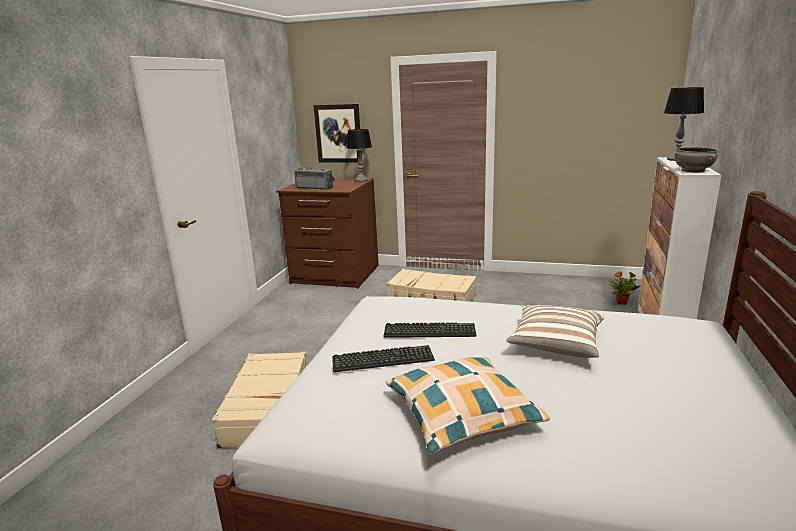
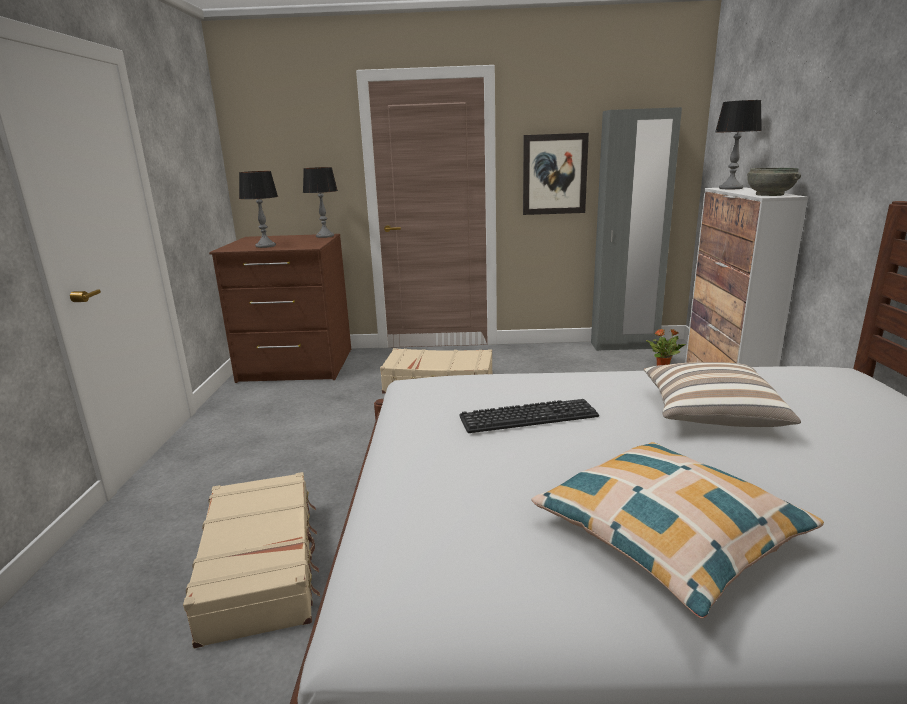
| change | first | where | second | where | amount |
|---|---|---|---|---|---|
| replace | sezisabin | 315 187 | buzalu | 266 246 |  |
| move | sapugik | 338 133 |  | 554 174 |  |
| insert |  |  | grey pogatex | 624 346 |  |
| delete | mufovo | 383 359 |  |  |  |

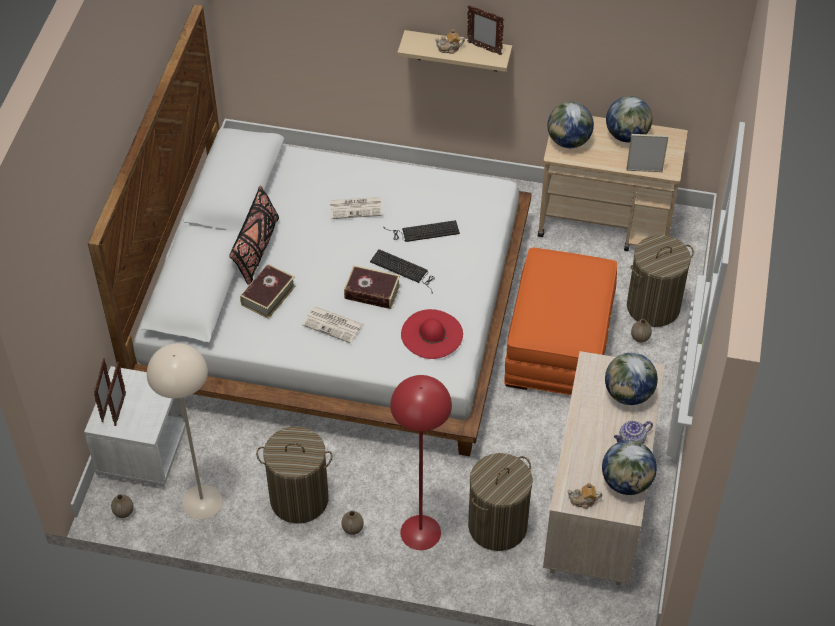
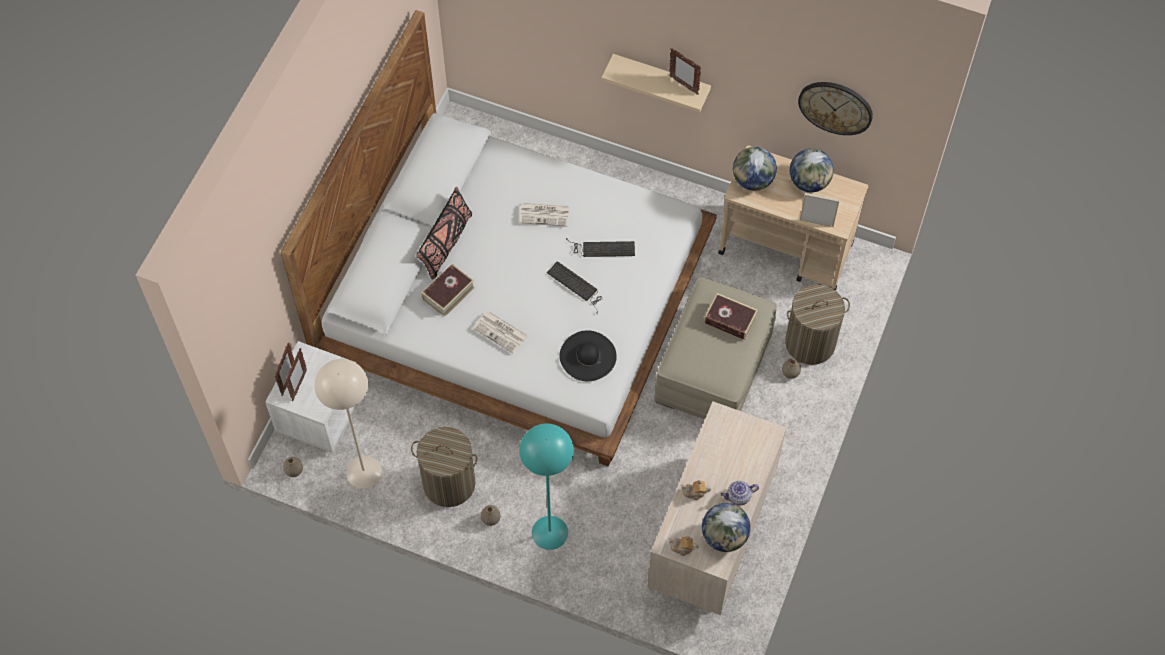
| change | first | where | second | where | amount |
|---|---|---|---|---|---|
| recolor | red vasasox | 420 532 | turquoise vasasox | 549 533 |  |
| recolor | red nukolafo | 431 334 | black nukolafo | 587 356 |  |
| recolor | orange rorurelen | 558 344 | beige rorurelen | 713 367 |  |
| move | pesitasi | 449 48 |  | 694 493 |  |
| move | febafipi | 372 292 |  | 730 320 |  |
| insert |  |  | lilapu | 835 107 |  |
| delete | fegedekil | 497 526 |  |  |  |
| delete | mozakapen | 628 394 |  |  |  |

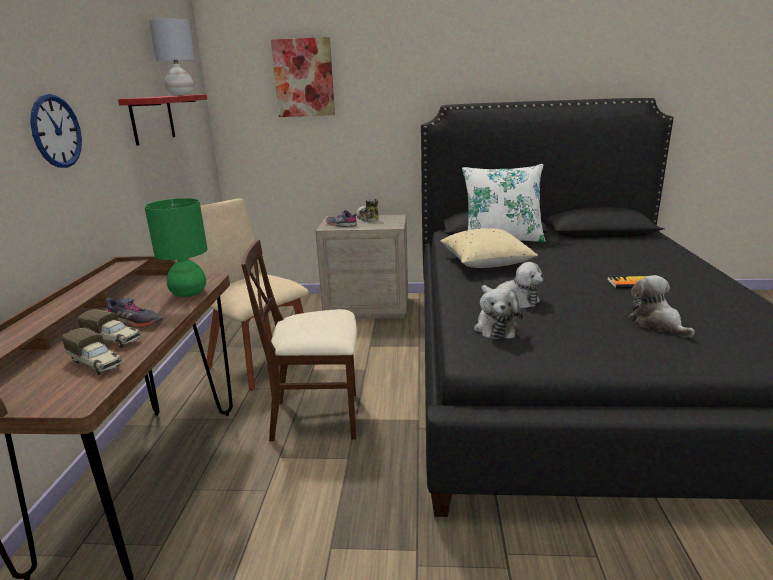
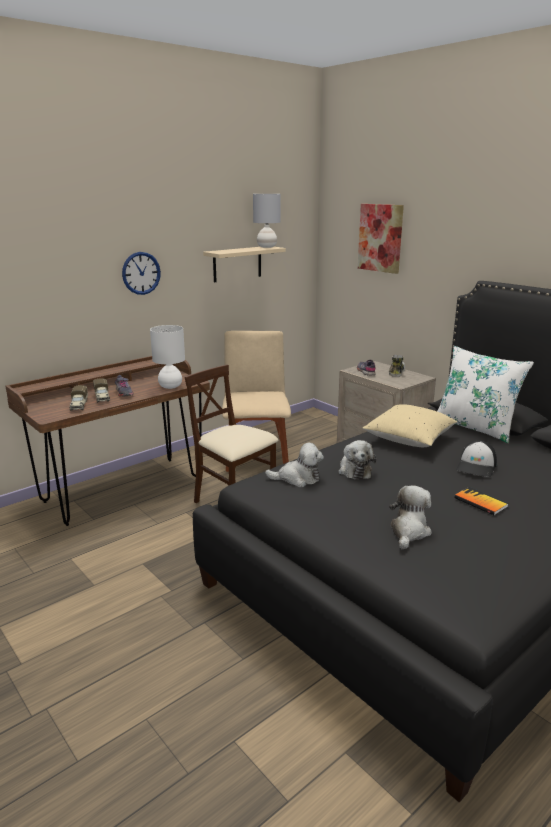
| change | first | where | second | where | amount |
|---|---|---|---|---|---|
| recolor | green buzalu | 189 293 | white buzalu | 171 386 |  |
| recolor | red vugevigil | 152 119 | beige vugevigil | 237 264 |  |
| rotate | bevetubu | 495 328 |  | 297 478 | 135 degrees counterclockwise |
| insert |  |  | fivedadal | 477 466 |  |

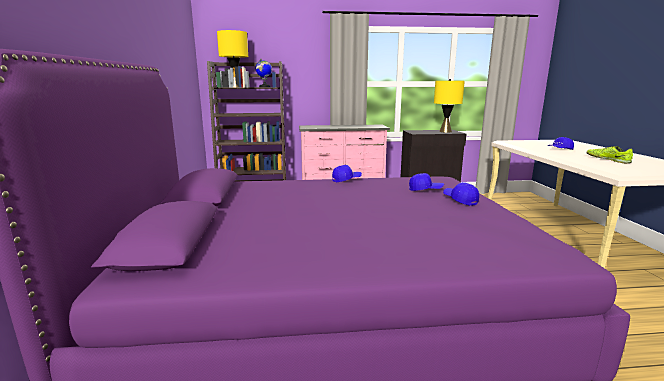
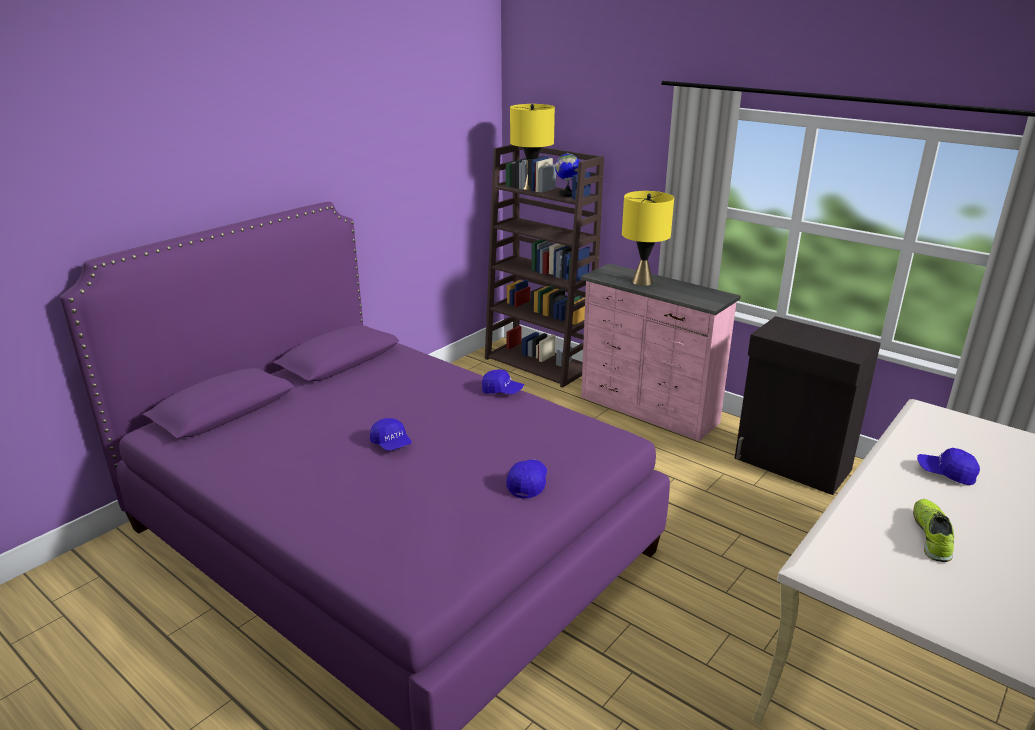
| change | first | where | second | where | amount |
|---|---|---|---|---|---|
| move | blue fivedadal | 425 190 |  | 391 444 |  |
| move | yellow buzalu | 445 131 |  | 642 282 |  |

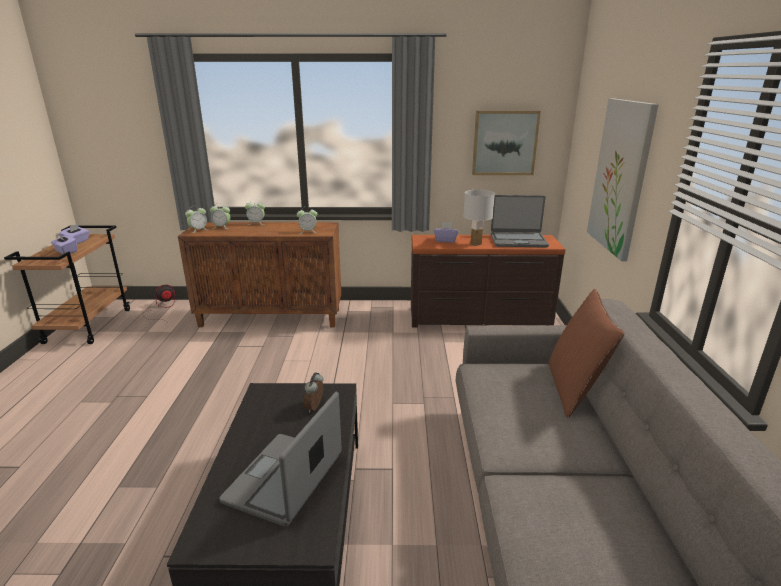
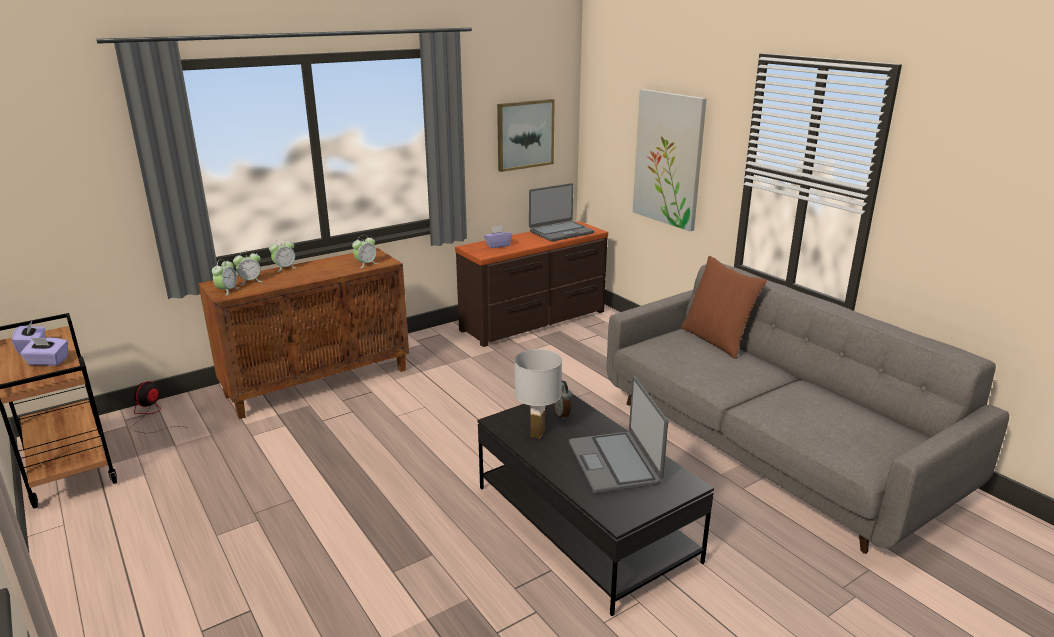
| change | first | where | second | where | amount |
|---|---|---|---|---|---|
| move | white buzalu | 476 244 |  | 537 433 |  |

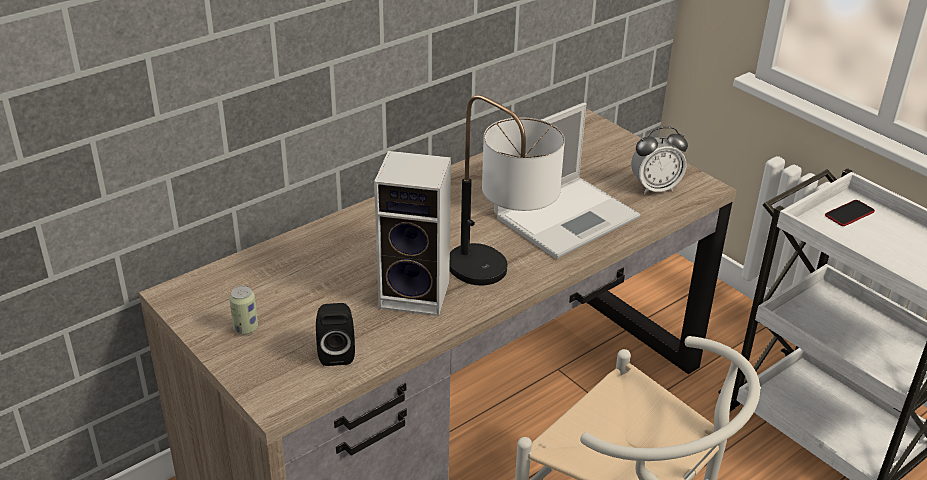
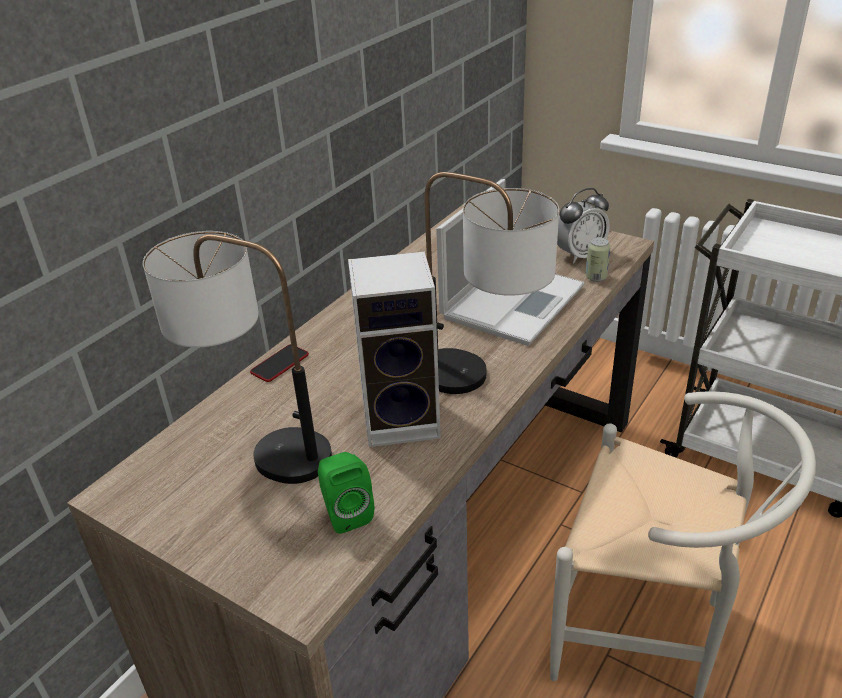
| change | first | where | second | where | amount |
|---|---|---|---|---|---|
| insert |  |  | buzalu | 260 447 |  |
| move | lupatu | 849 214 |  | 280 364 |  |
| recolor | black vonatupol | 336 352 | green vonatupol | 346 513 |  |
| move | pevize | 246 328 |  | 596 277 |  |

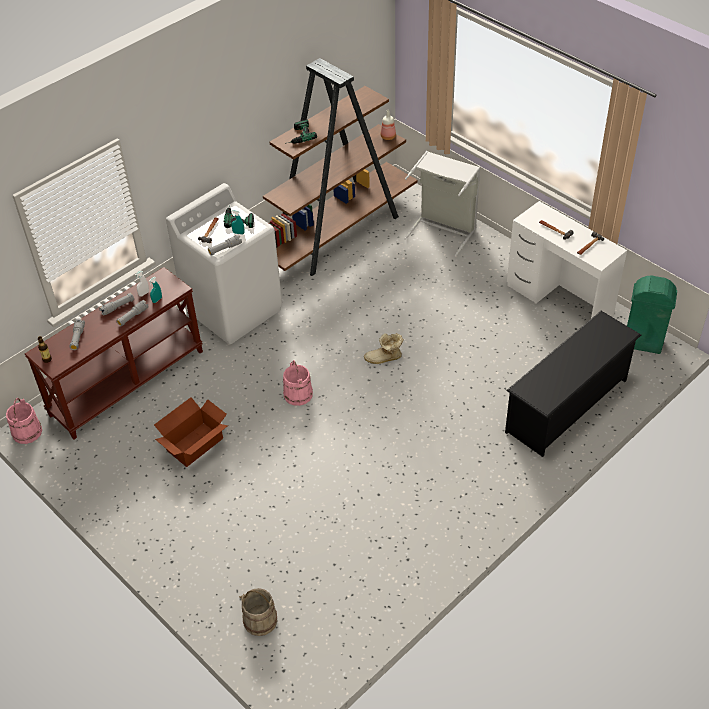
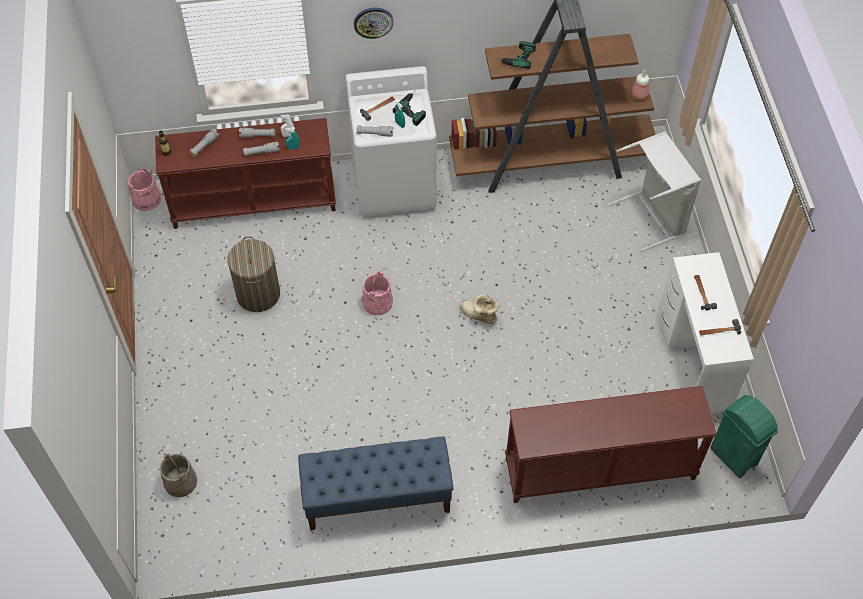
| change | first | where | second | where | amount |
|---|---|---|---|---|---|
| replace | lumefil | 194 444 | fegedekil | 258 294 |  |
| insert |  |  | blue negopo | 377 497 |  |
| insert |  |  | lilapu | 373 22 |  |
| replace | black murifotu | 567 406 | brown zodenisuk | 599 470 |  |

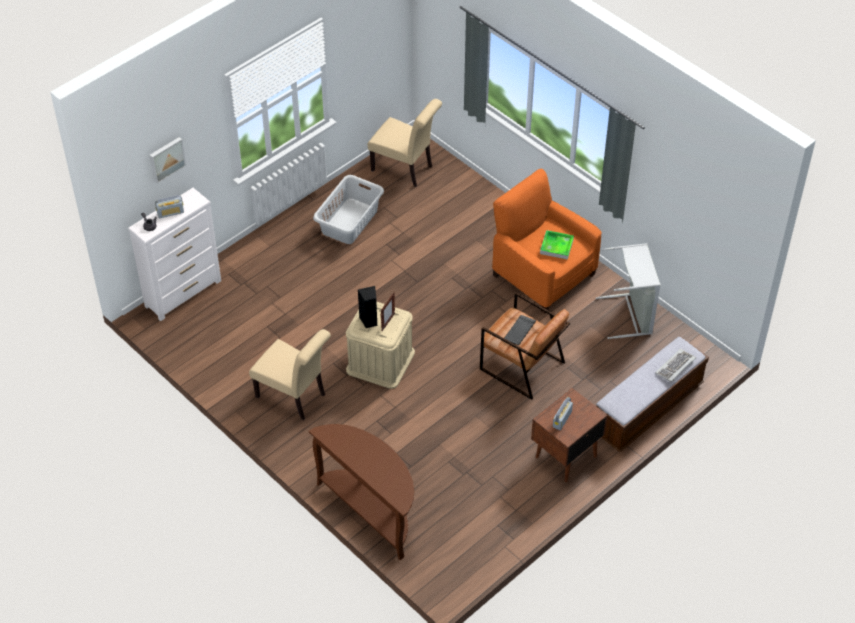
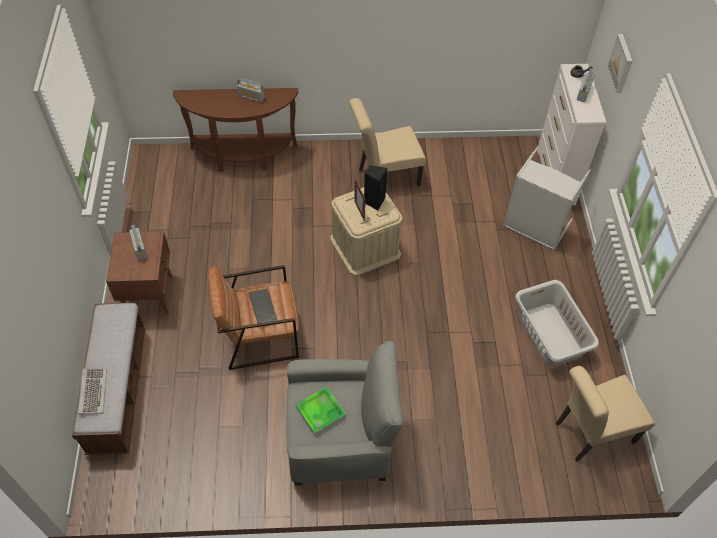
| change | first | where | second | where | amount |
|---|---|---|---|---|---|
| insert |  |  | sezisabin | 252 97 |  |
| recolor | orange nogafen | 542 274 | grey nogafen | 340 439 |  |
| move | grey fegedekil | 630 315 |  | 534 228 |  |

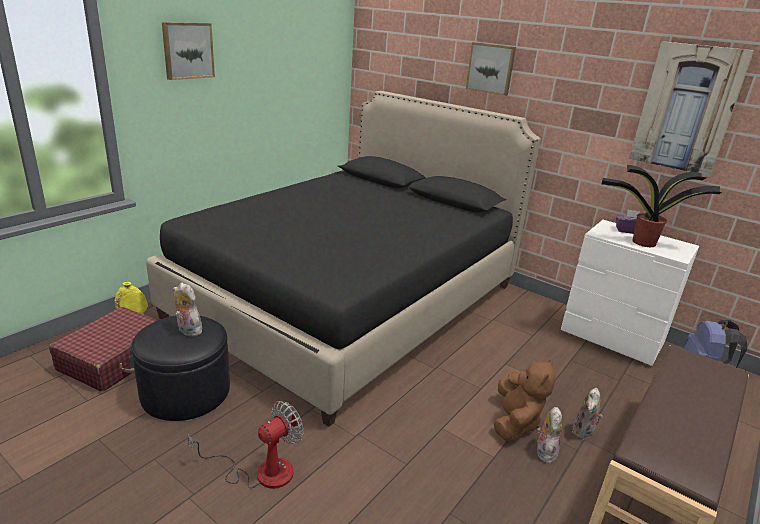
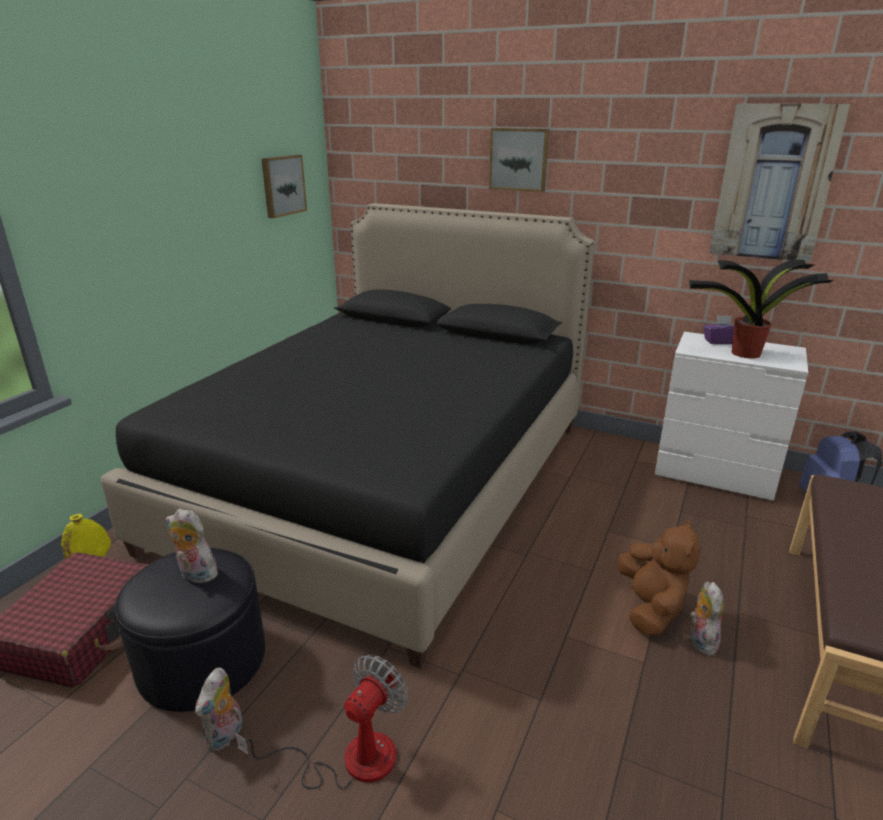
| change | first | where | second | where | amount |
|---|---|---|---|---|---|
| move | bevetubu | 584 432 |  | 226 736 |  |
| move | sapugik | 187 50 |  | 282 185 |  |

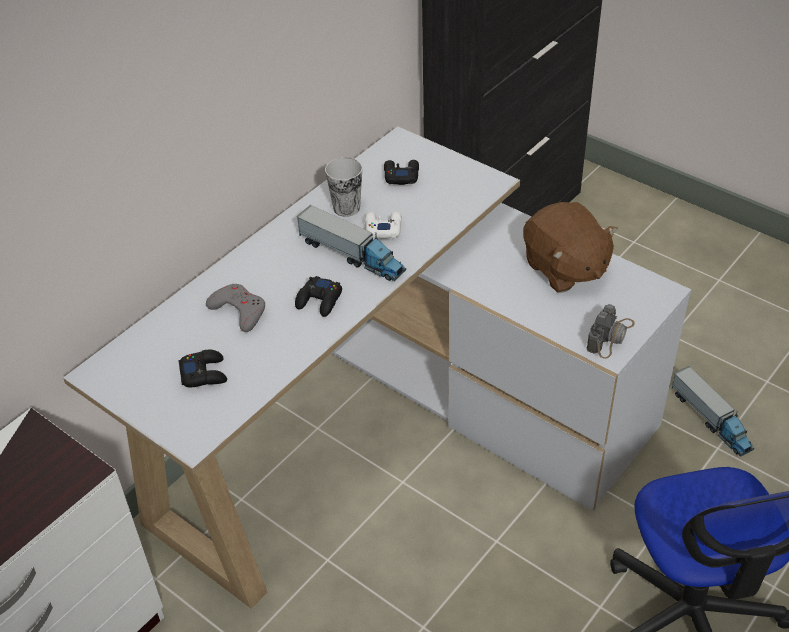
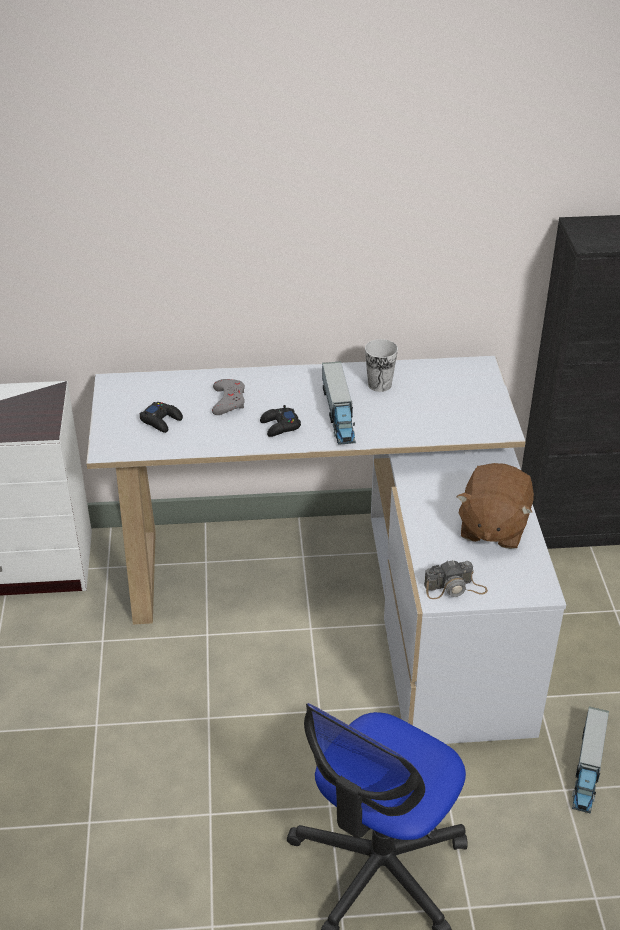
| change | first | where | second | where | amount |
|---|---|---|---|---|---|
| delete | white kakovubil | 383 228 |  |  |  |
| delete | black kakovubil | 401 175 |  |  |  |

